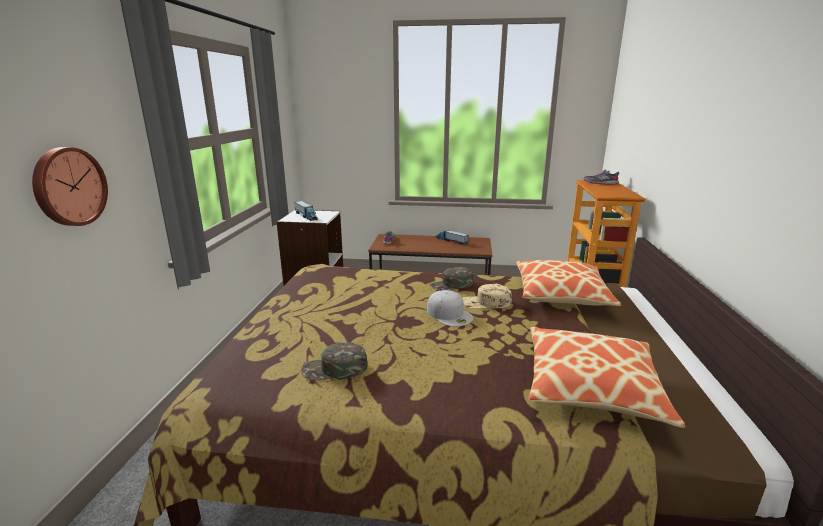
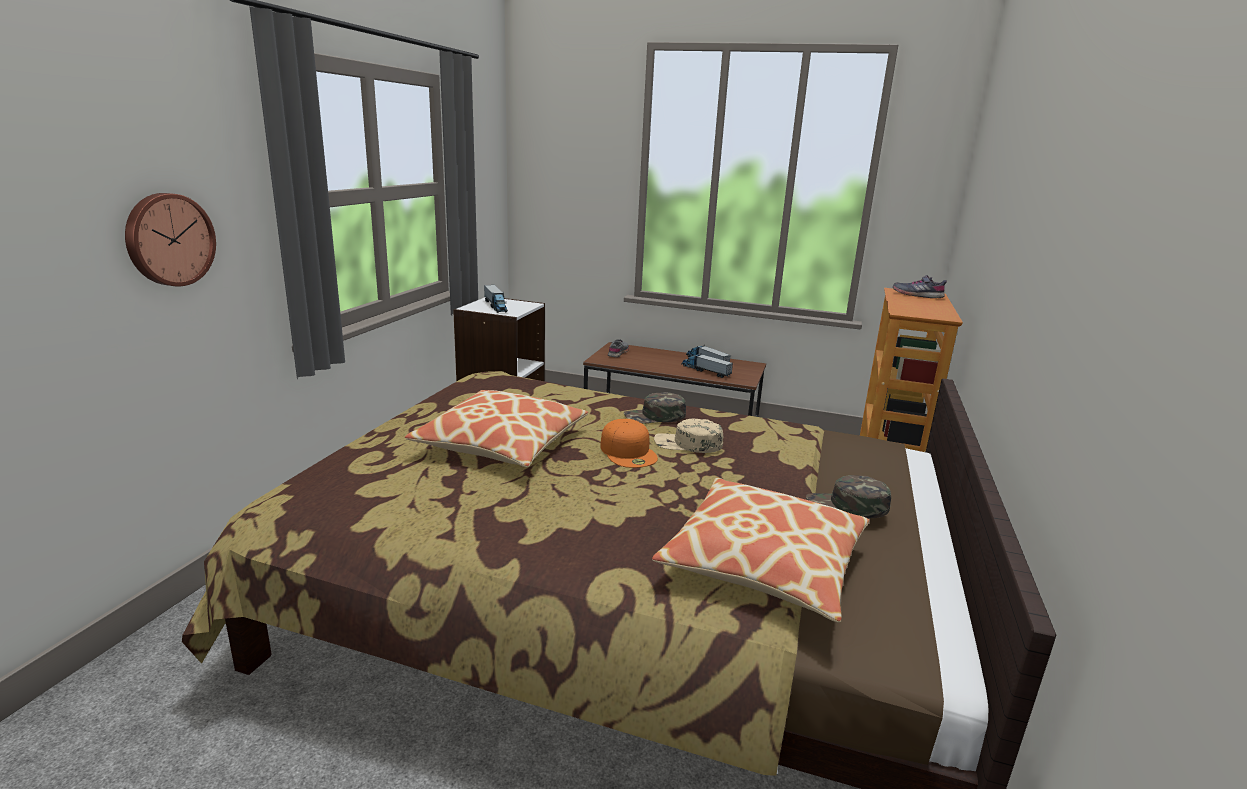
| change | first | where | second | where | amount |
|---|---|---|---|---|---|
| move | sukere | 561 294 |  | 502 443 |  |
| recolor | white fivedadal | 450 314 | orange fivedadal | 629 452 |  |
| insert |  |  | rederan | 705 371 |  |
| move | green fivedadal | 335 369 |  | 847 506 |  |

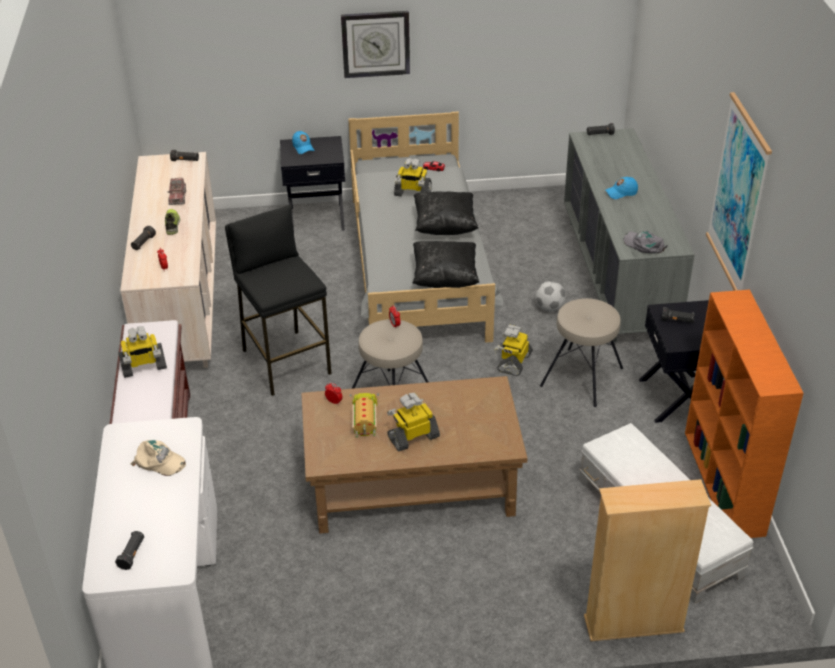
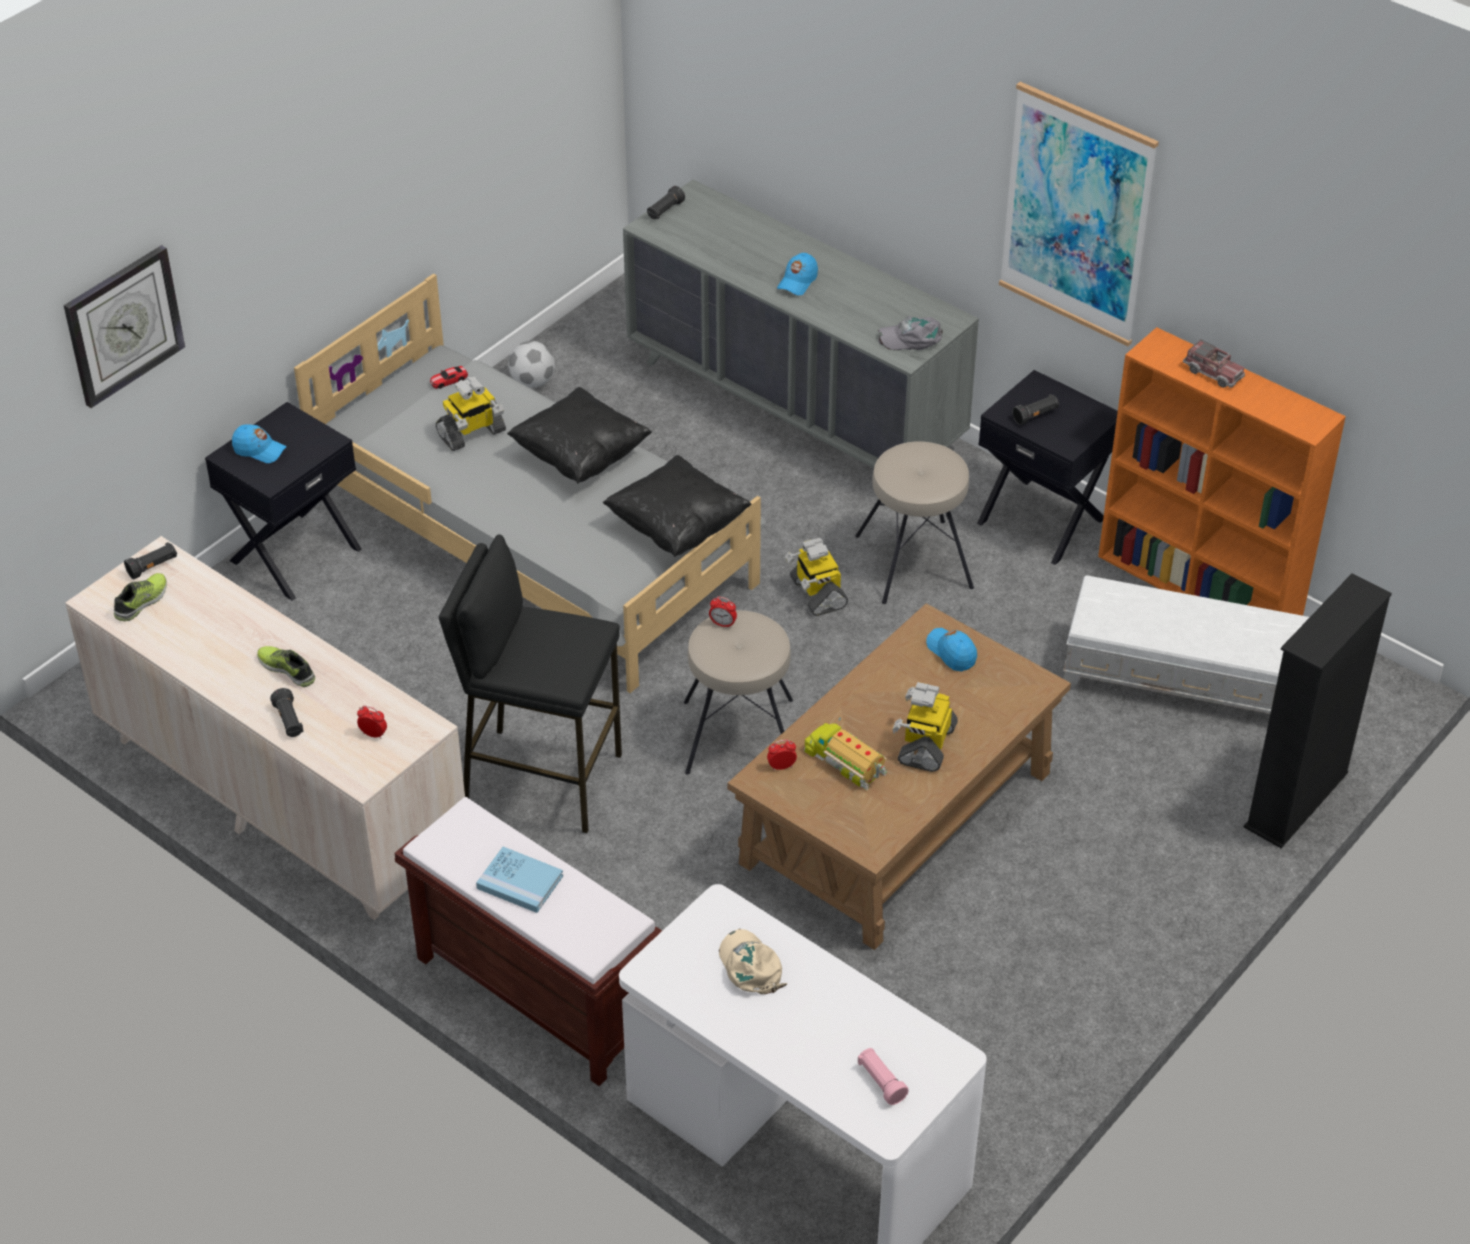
| change | first | where | second | where | amount |
|---|---|---|---|---|---|
| move | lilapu | 375 44 |  | 123 325 |  |
| insert |  |  | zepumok | 142 602 |  |
| replace | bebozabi | 143 367 | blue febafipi | 520 882 |  |
| move | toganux | 549 308 |  | 532 382 |  |
| rotate | beige fivedadal | 159 462 |  | 750 966 | 90 degrees counterclockwise |
| recolor | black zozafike | 132 554 | pink zozafike | 881 1082 |  |
| insert |  |  | blue fivedadal | 951 652 |  |
| move | rederan | 177 197 |  | 1213 373 |  |
| recolor | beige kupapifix | 633 624 | black kupapifix | 1296 800 |  |

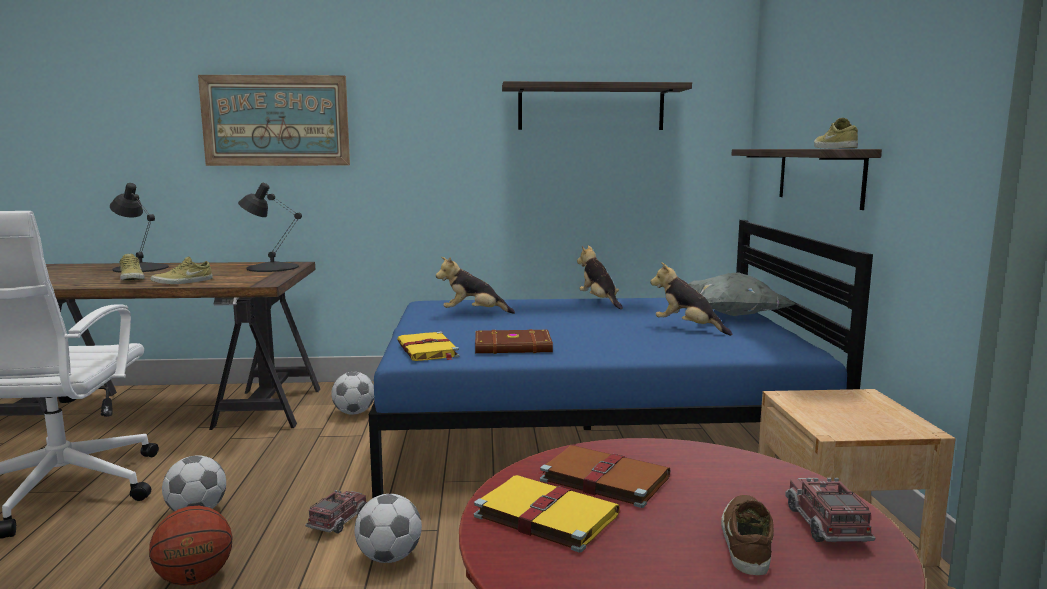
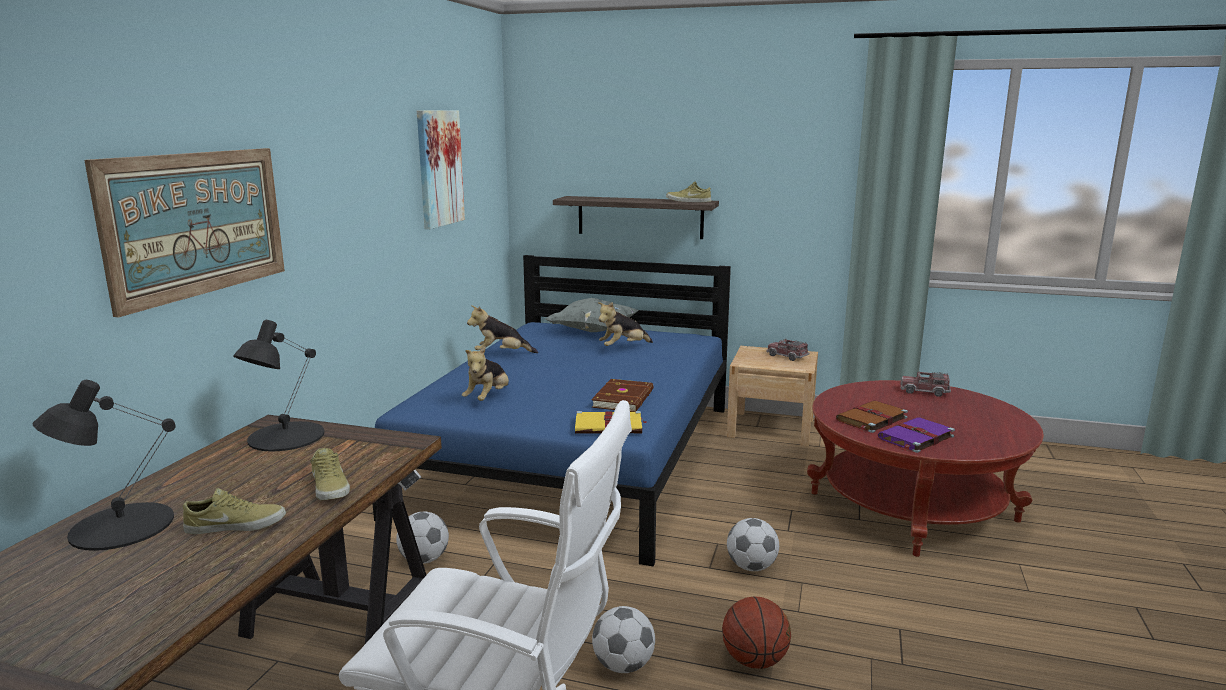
| change | first | where | second | where | amount |
|---|---|---|---|---|---|
| replace | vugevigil | 591 107 | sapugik | 439 168 |  |
| move | rederan | 338 521 |  | 787 356 |  |
| recolor | yellow febafipi | 543 515 | purple febafipi | 915 437 |  |
| delete | brown zepumok | 745 541 |  |  |  |

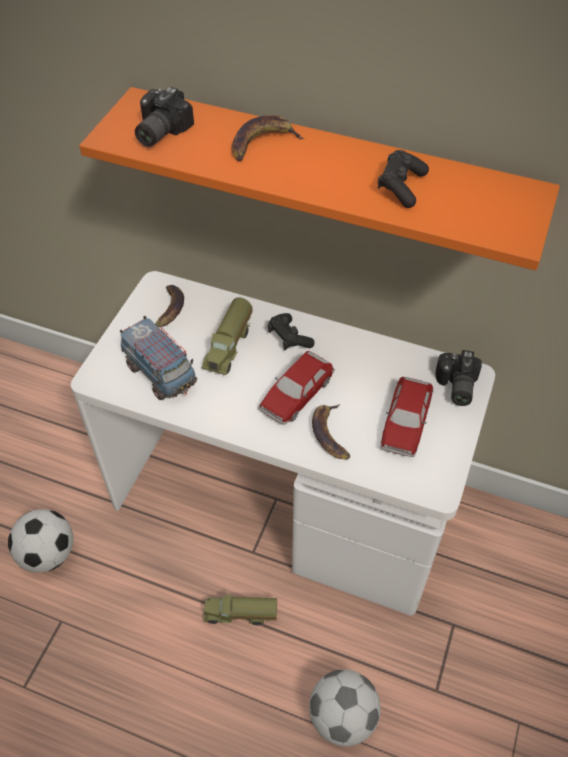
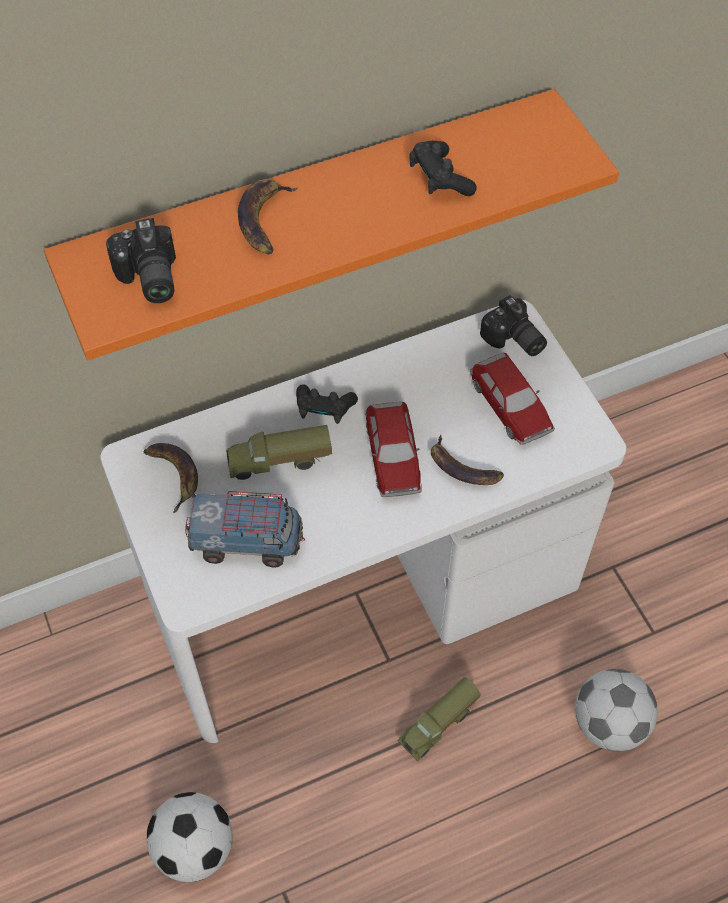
| change | first | where | second | where | amount |
|---|---|---|---|---|---|
| rotate | rederan | 230 347 |  | 280 462 | 105 degrees clockwise |

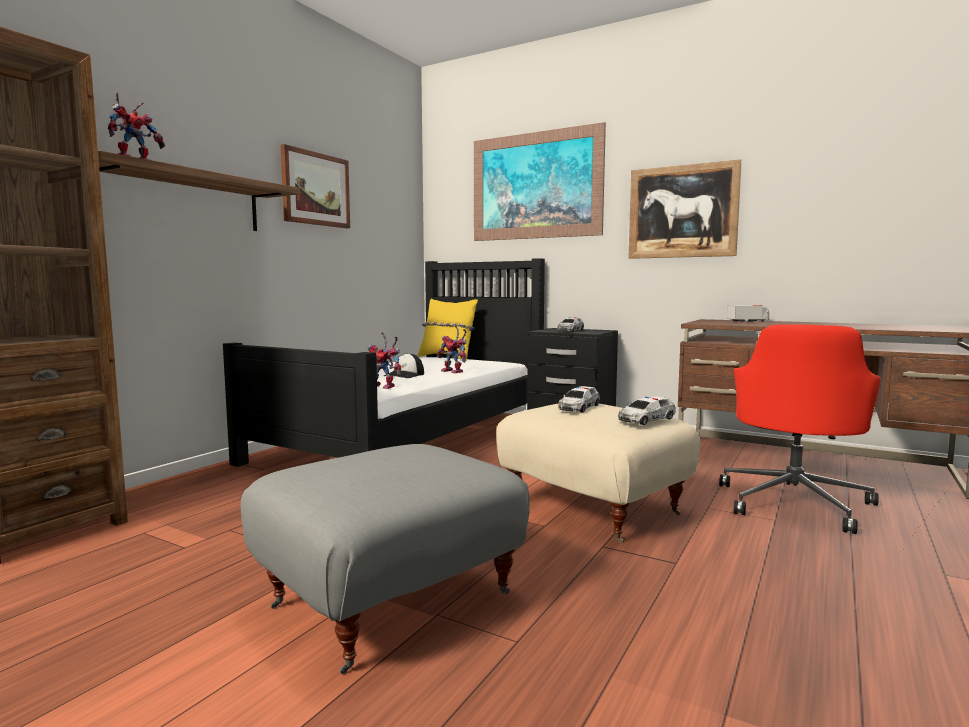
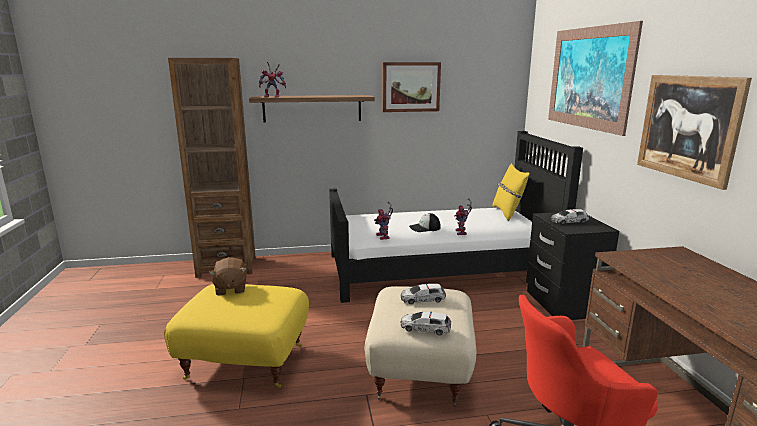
| change | first | where | second | where | amount |
|---|---|---|---|---|---|
| recolor | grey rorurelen | 390 598 | yellow rorurelen | 246 360 |  |
| insert |  |  | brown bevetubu | 230 289 |  |
| delete | rederan | 748 321 |  |  |  |

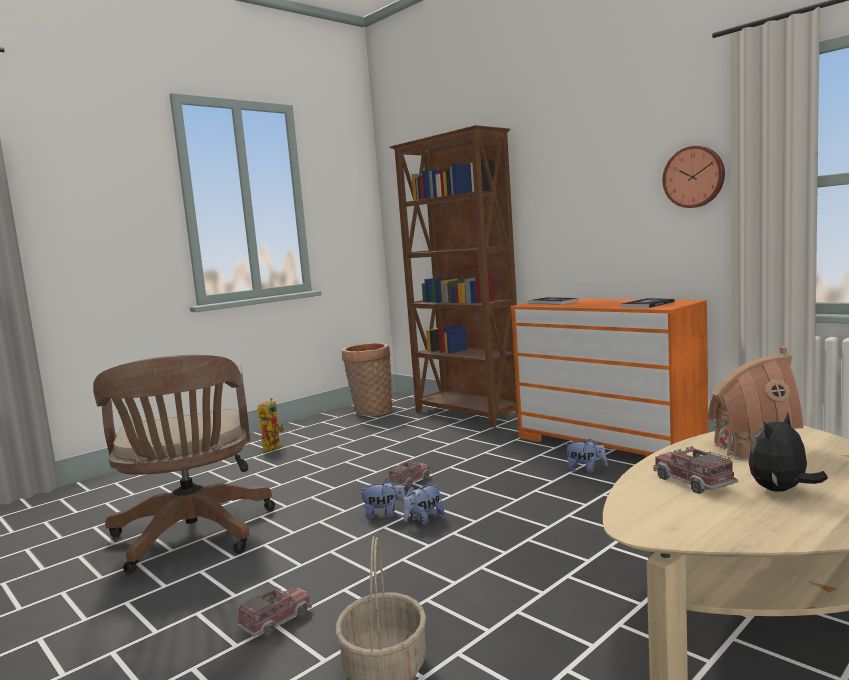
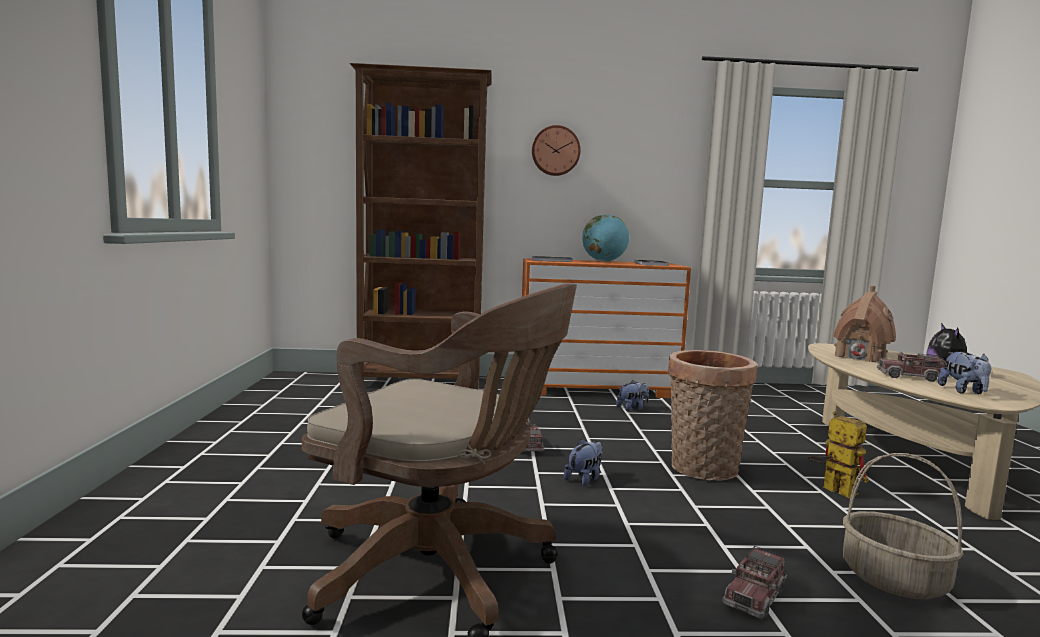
| change | first | where | second | where | amount |
|---|---|---|---|---|---|
| move | lilapu | 694 177 |  | 555 151 |  |
| insert |  |  | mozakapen | 604 261 |  |
| move | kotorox | 371 412 |  | 702 470 |  |
| rotate | rederan | 276 621 |  | 754 596 | 135 degrees counterclockwise |
| move | bebozabi | 273 447 |  | 832 489 |  |
| move | bevetubu | 424 520 |  | 963 391 |  |

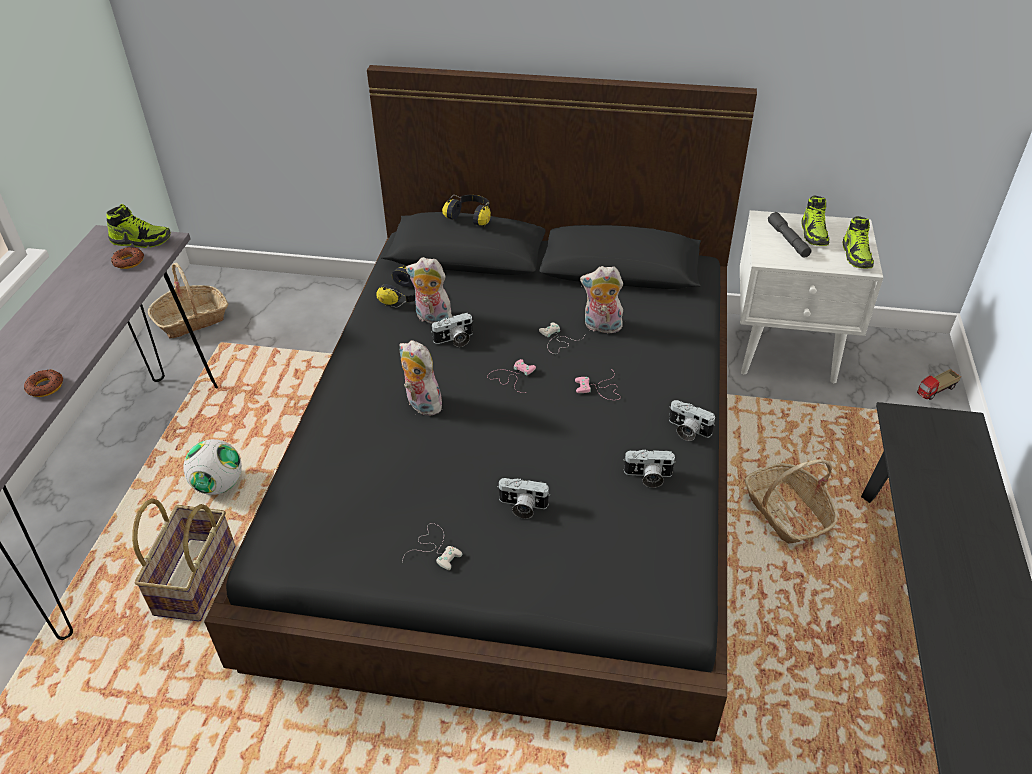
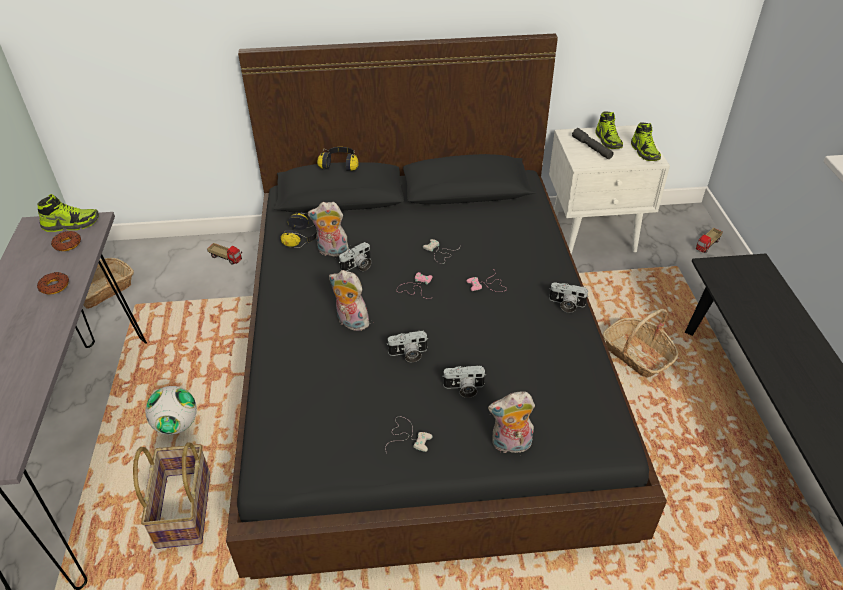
| change | first | where | second | where | amount |
|---|---|---|---|---|---|
| move | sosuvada | 45 387 |  | 54 286 |  |
| insert |  |  | rederan | 226 258 |  |
| move | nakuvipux | 648 477 |  | 408 354 |  |
| move | bevetubu | 601 327 |  | 510 445 |  |

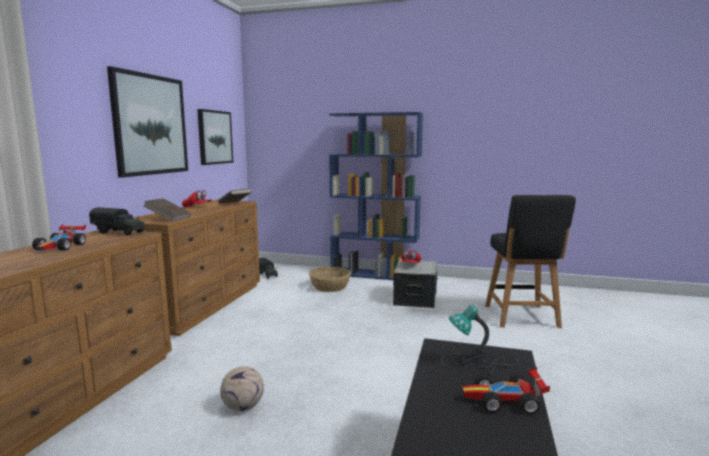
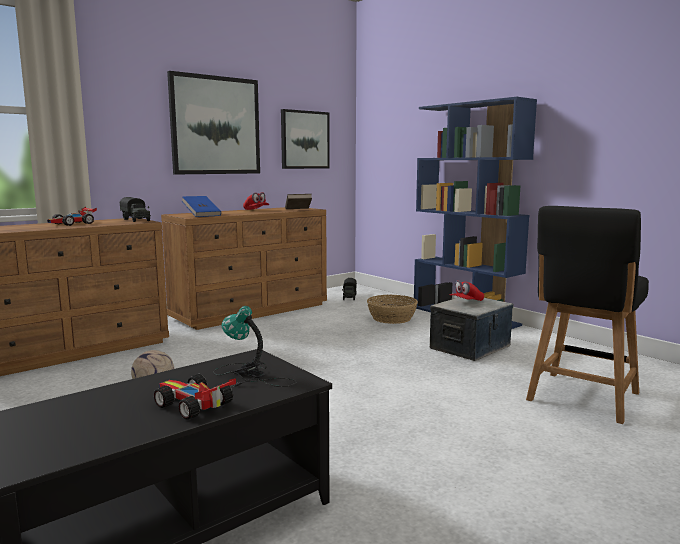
| change | first | where | second | where | amount |
|---|---|---|---|---|---|
| recolor | brown febafipi | 168 219 | blue febafipi | 201 215 |  |

